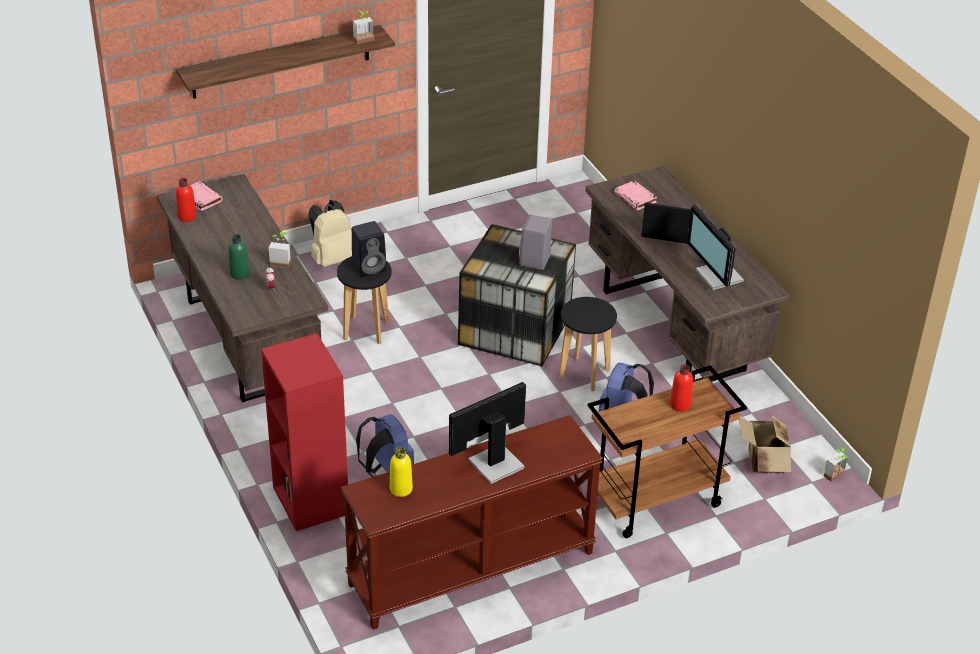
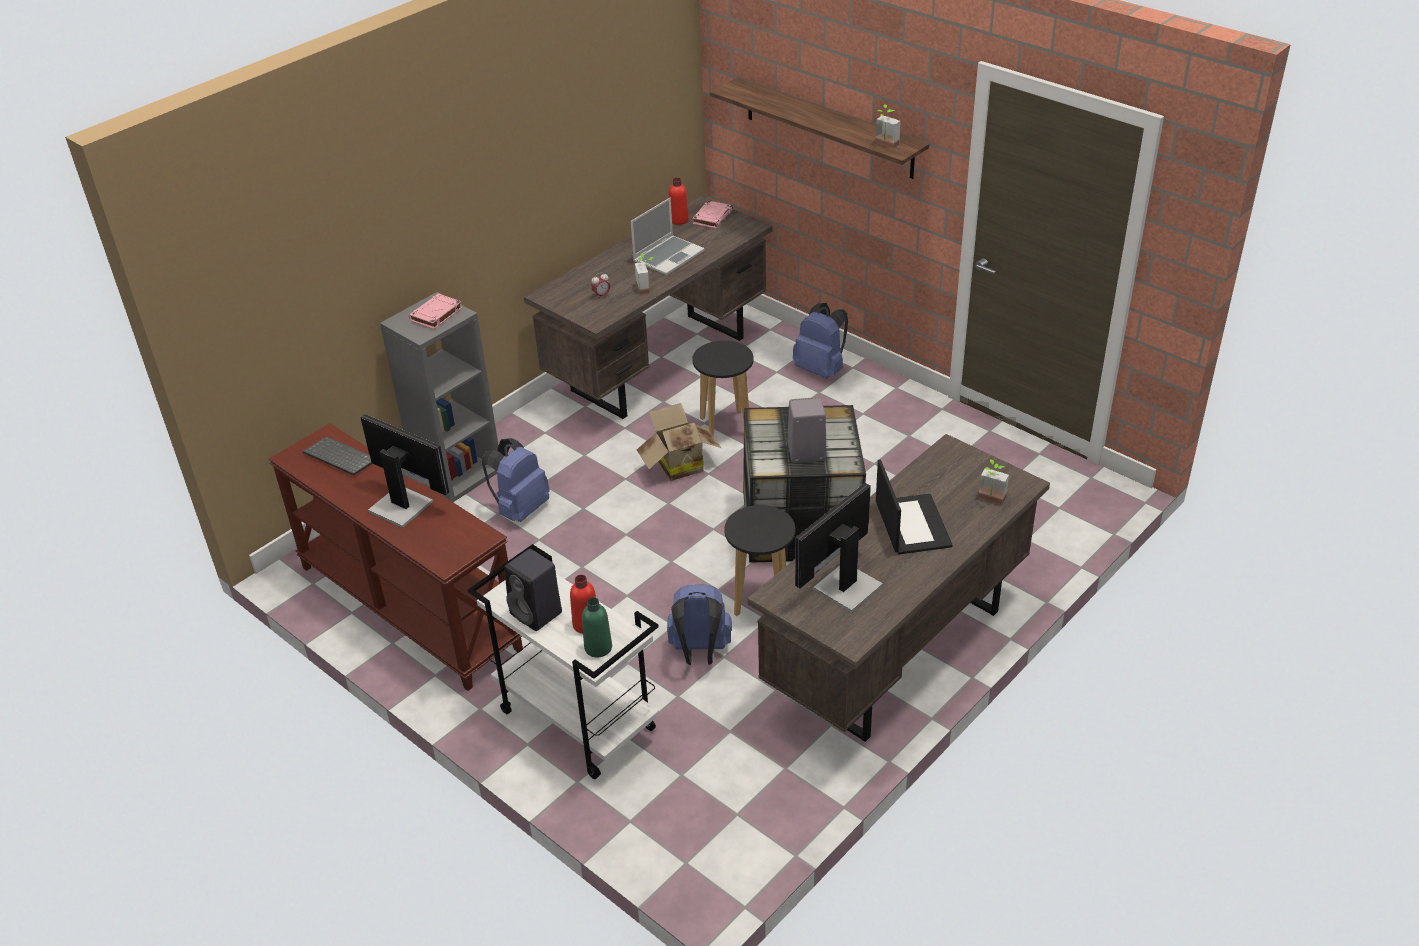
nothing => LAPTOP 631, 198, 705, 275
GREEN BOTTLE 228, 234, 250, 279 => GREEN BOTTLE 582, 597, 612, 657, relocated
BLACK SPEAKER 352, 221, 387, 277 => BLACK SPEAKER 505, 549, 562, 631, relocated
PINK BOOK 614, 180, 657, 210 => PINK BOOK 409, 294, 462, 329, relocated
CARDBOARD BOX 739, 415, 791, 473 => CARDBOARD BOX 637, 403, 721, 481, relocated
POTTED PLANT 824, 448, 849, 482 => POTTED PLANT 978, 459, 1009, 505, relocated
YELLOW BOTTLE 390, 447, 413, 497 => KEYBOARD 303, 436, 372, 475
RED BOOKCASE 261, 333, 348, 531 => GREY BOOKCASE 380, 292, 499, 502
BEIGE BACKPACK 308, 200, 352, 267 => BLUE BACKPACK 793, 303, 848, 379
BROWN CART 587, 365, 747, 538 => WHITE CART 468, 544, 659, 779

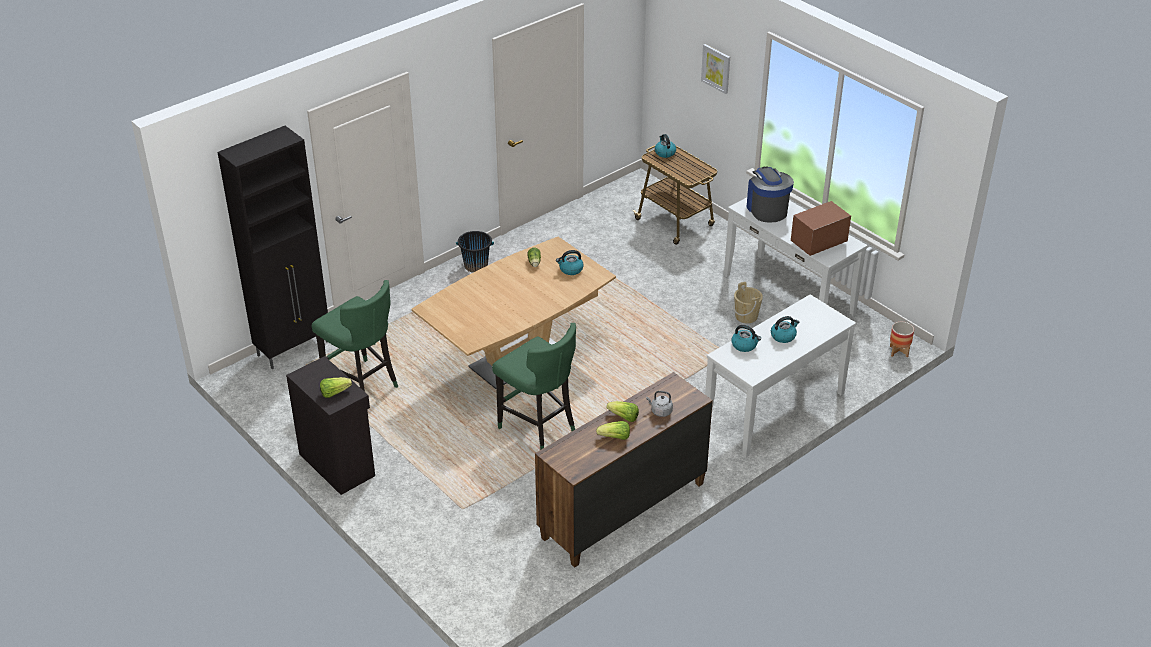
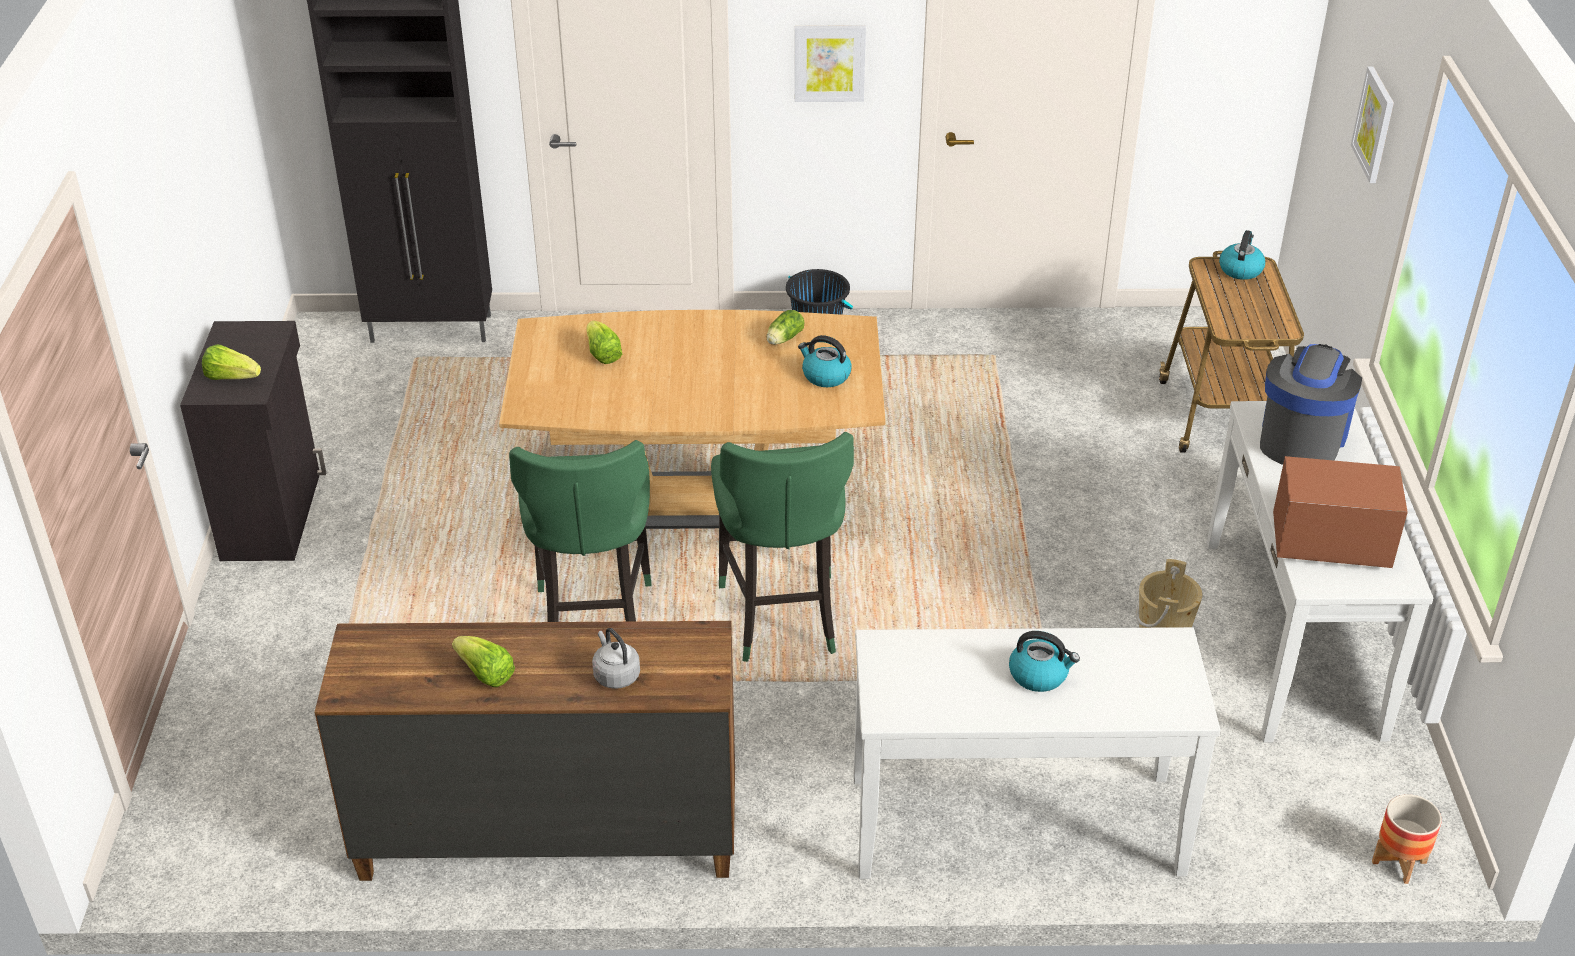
KETTLE 732, 325, 761, 352 => nothing
nothing => PICTURE 795, 25, 866, 102
GREEN STOOL 312, 280, 398, 392 => GREEN STOOL 711, 432, 854, 662, relocated
LETTUCE 606, 401, 639, 422 => LETTUCE 587, 320, 622, 364, relocated

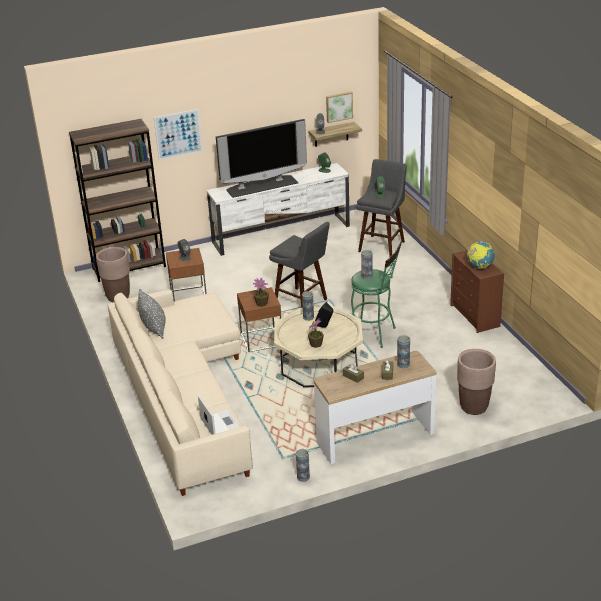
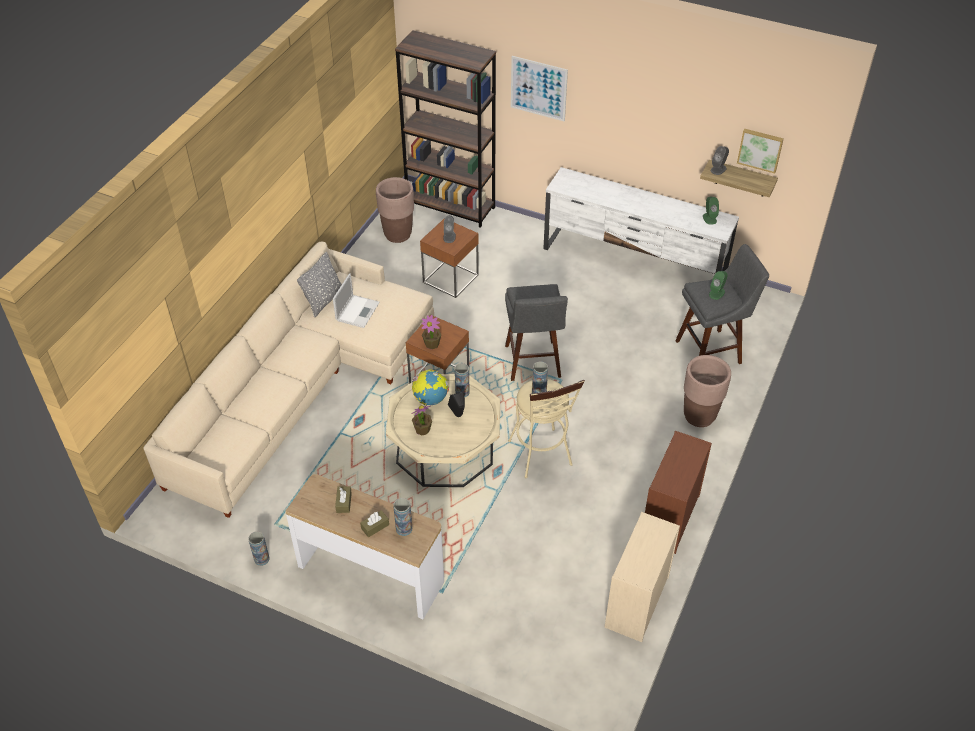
TELEVISION 216, 119, 307, 198 => nothing
nothing => BEIGE DRESSER 605, 512, 680, 642
LAPTOP 198, 395, 240, 435 => LAPTOP 333, 274, 380, 328, relocated
BROWN PLANTER 457, 349, 496, 415 => BROWN PLANTER 684, 355, 731, 427, relocated
GLOBE 467, 241, 495, 269 => GLOBE 412, 369, 449, 405, relocated
GREEN STOOL 351, 241, 402, 348 => BEIGE STOOL 508, 379, 585, 478

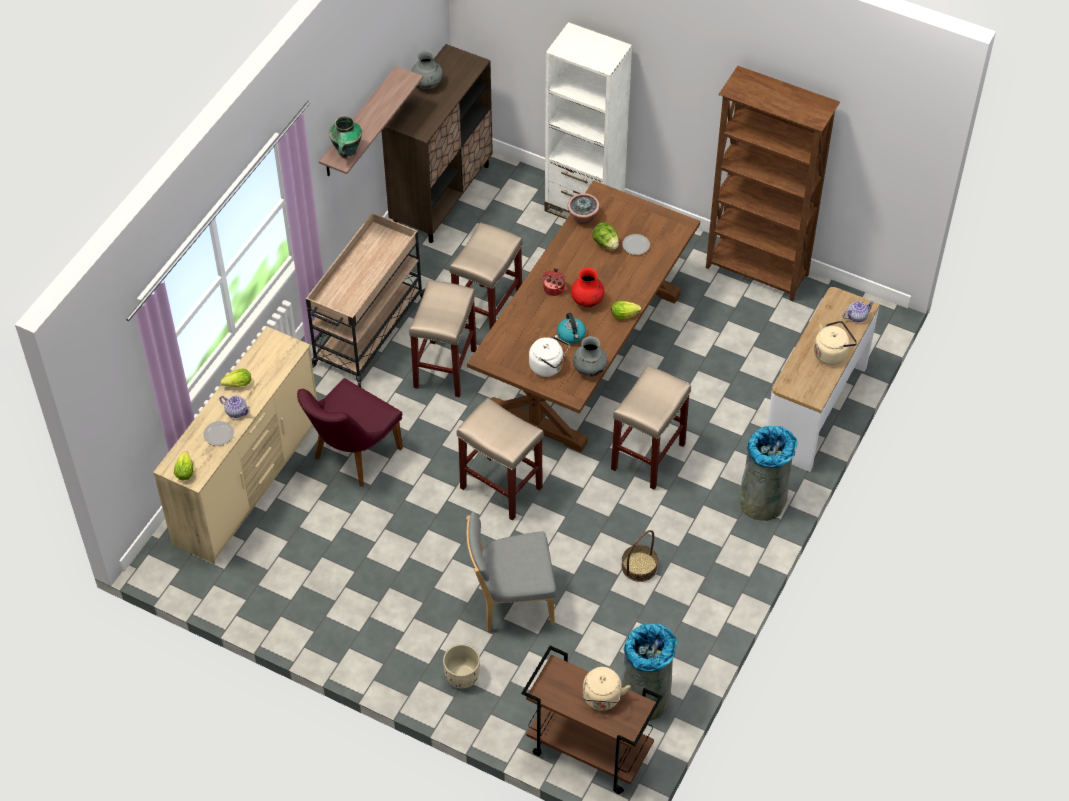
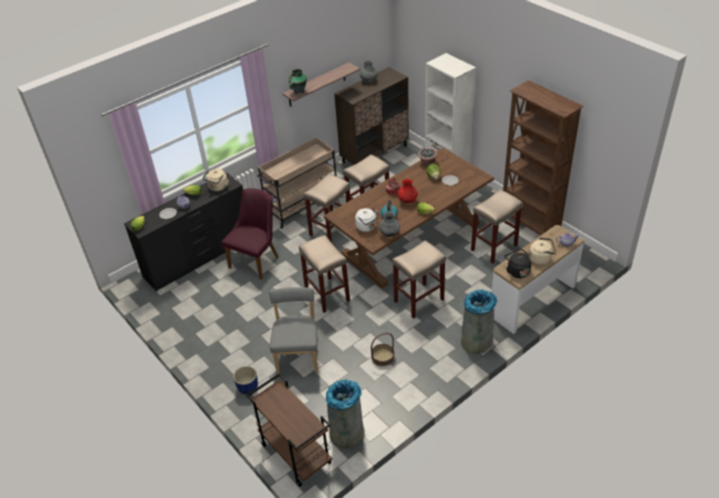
nothing => BEIGE STOOL 471, 190, 523, 264
nothing => BLACK KETTLE 504, 249, 531, 278
BEIGE KETTLE 583, 667, 630, 710 => BEIGE KETTLE 203, 169, 229, 191, relocated
BEIGE DRESSER 153, 327, 317, 564 => BLACK DRESSER 124, 172, 243, 292
BEIGE PLANTER 443, 644, 480, 688 => BLUE PLANTER 233, 366, 258, 394
PURPLE CHAIR 297, 378, 403, 486 => PURPLE CHAIR 221, 188, 279, 280, 150 degrees clockwise
GREY CHAIR 466, 512, 556, 632 => GREY CHAIR 269, 287, 318, 374, 75 degrees clockwise

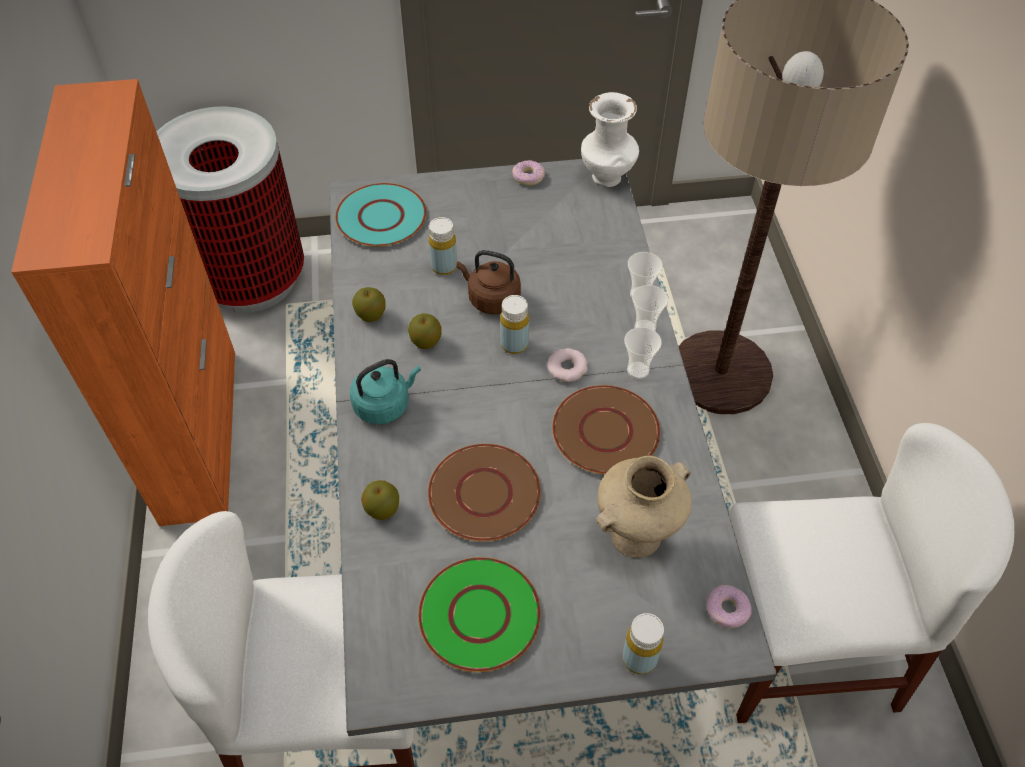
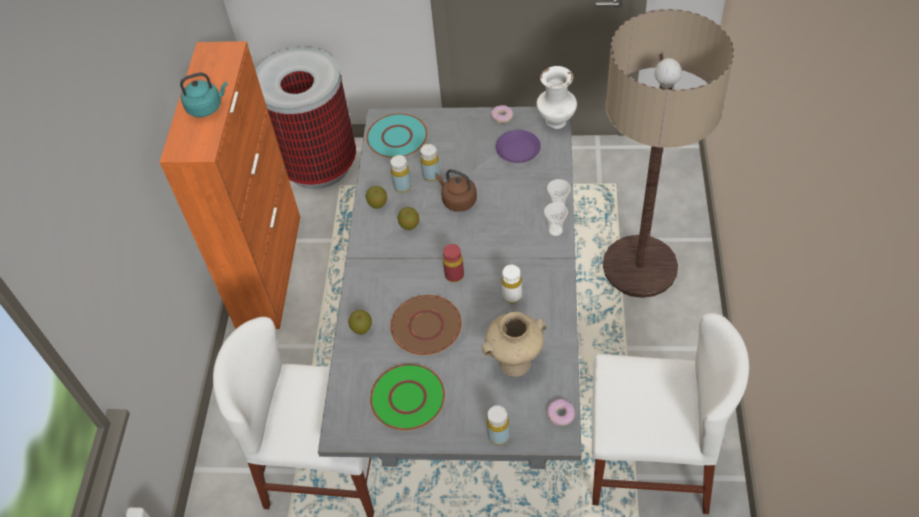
DONUT 547, 348, 588, 382 => nothing
CUP 624, 327, 662, 379 => nothing
nothing => RED BOTTLE 443, 244, 464, 283
nothing => PURPLE PLATE 496, 130, 541, 163
TURQUOISE KETTLE 350, 359, 421, 425 => TURQUOISE KETTLE 180, 72, 228, 117, relocated
YELLOW BOTTLE 500, 295, 529, 354 => YELLOW BOTTLE 390, 155, 411, 193, relocated
BROWN PLATE 552, 385, 660, 474 => WHITE BOTTLE 501, 265, 522, 304

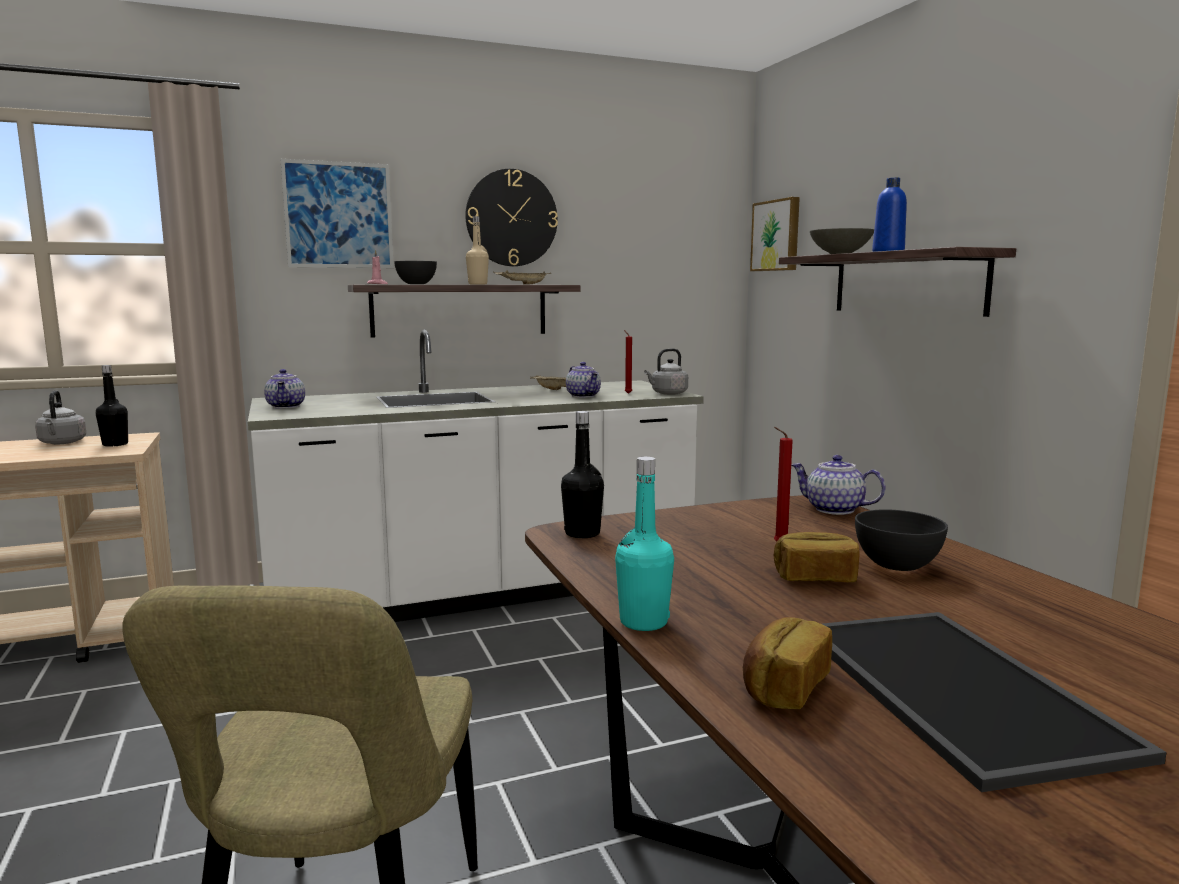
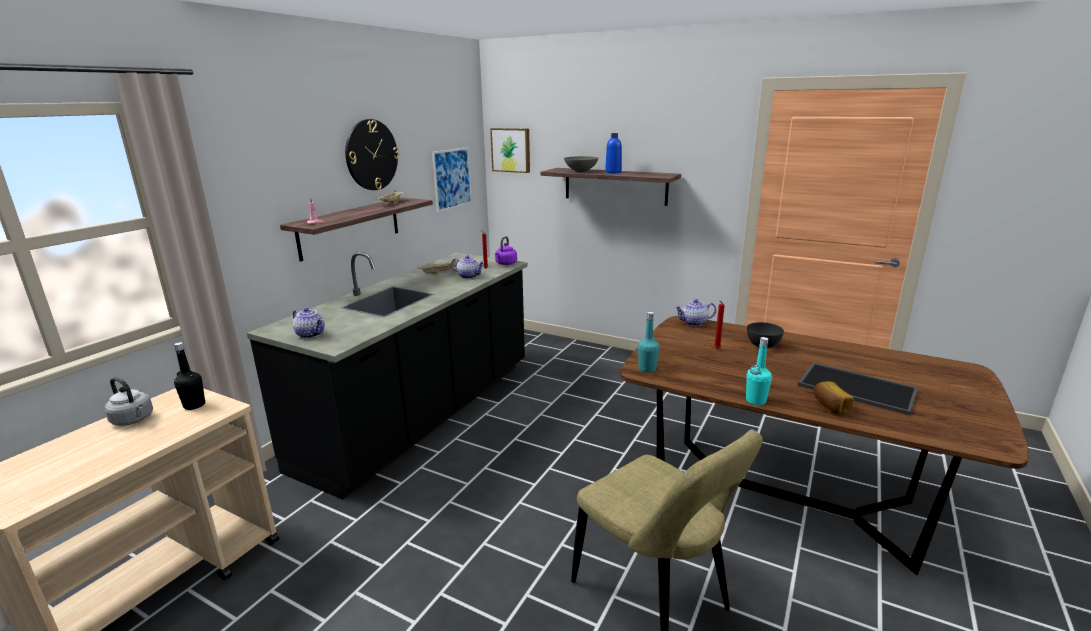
GREY BOWL 394, 261, 437, 284 => nothing
BEIGE BOTTLE 466, 216, 489, 284 => nothing
BREAD 774, 532, 859, 582 => nothing
PICTURE 281, 159, 394, 268 => PICTURE 432, 147, 472, 212, relocated
WHITE COUNTER 248, 330, 704, 622 => BLACK COUNTER 247, 252, 527, 500
BLACK BOTTLE 561, 411, 604, 538 => TURQUOISE BOTTLE 638, 311, 659, 373
GREY KETTLE 644, 348, 688, 395 => PURPLE KETTLE 495, 236, 517, 265

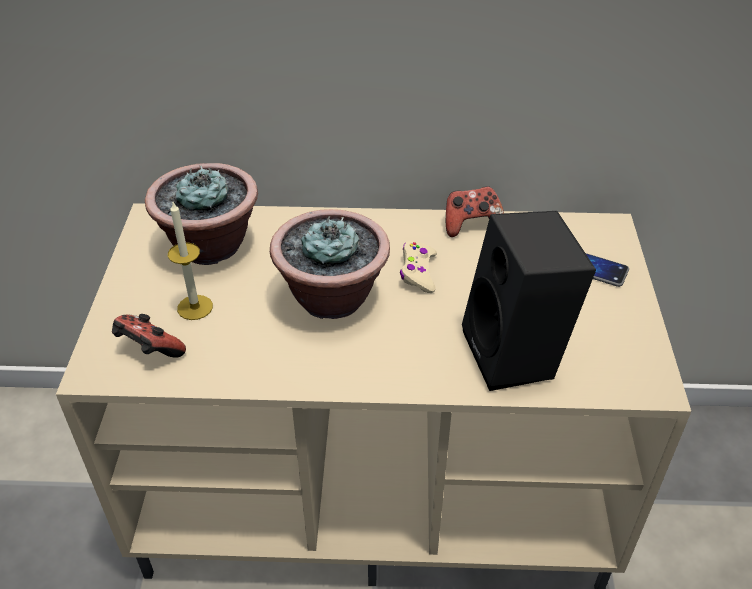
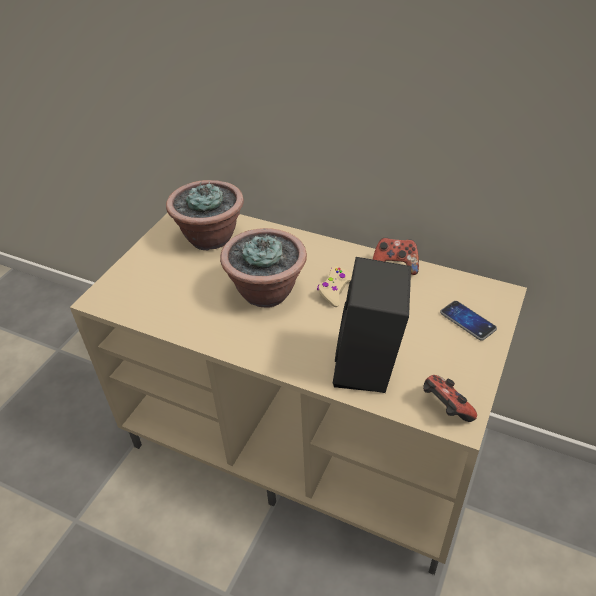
CANDLE 168, 202, 213, 320 => nothing
GAME CONTROLLER 112, 314, 186, 358 => GAME CONTROLLER 423, 375, 477, 422, relocated

